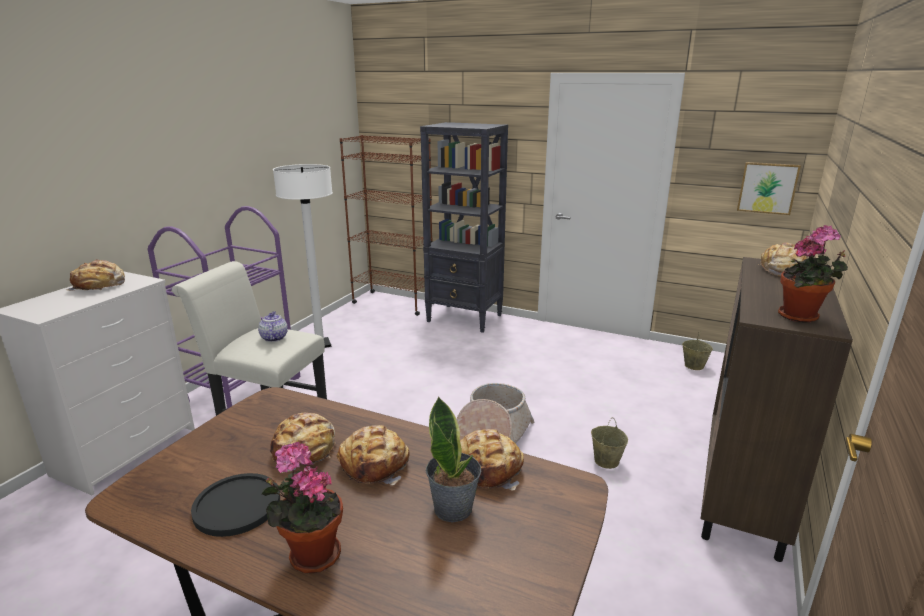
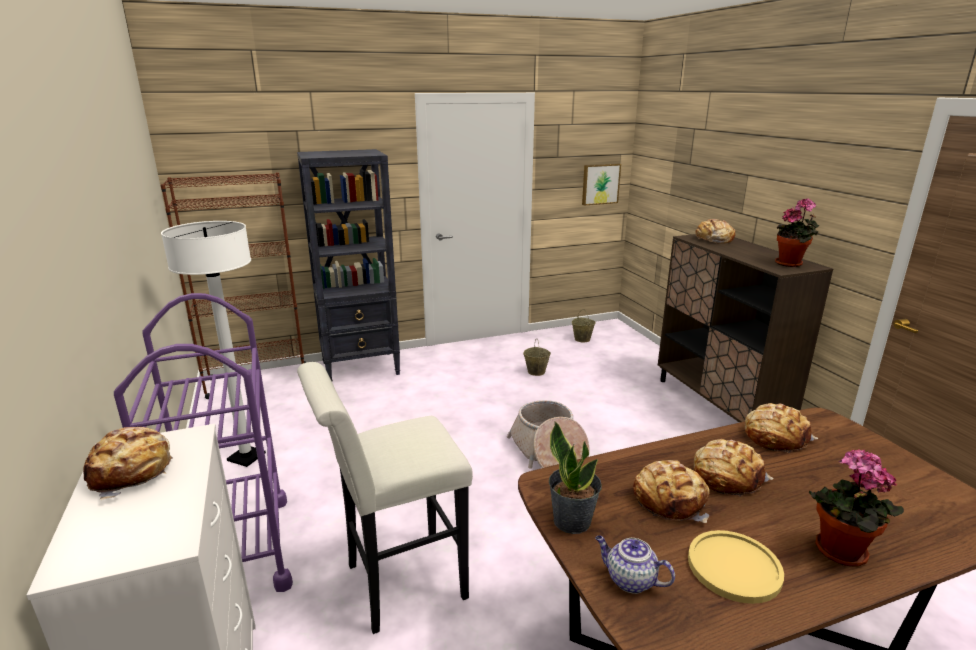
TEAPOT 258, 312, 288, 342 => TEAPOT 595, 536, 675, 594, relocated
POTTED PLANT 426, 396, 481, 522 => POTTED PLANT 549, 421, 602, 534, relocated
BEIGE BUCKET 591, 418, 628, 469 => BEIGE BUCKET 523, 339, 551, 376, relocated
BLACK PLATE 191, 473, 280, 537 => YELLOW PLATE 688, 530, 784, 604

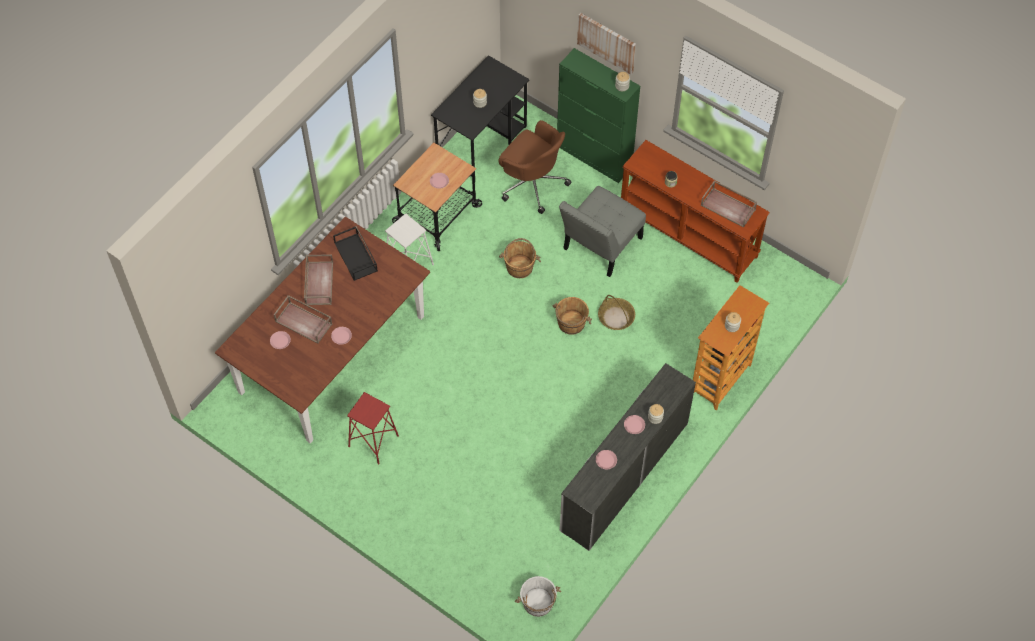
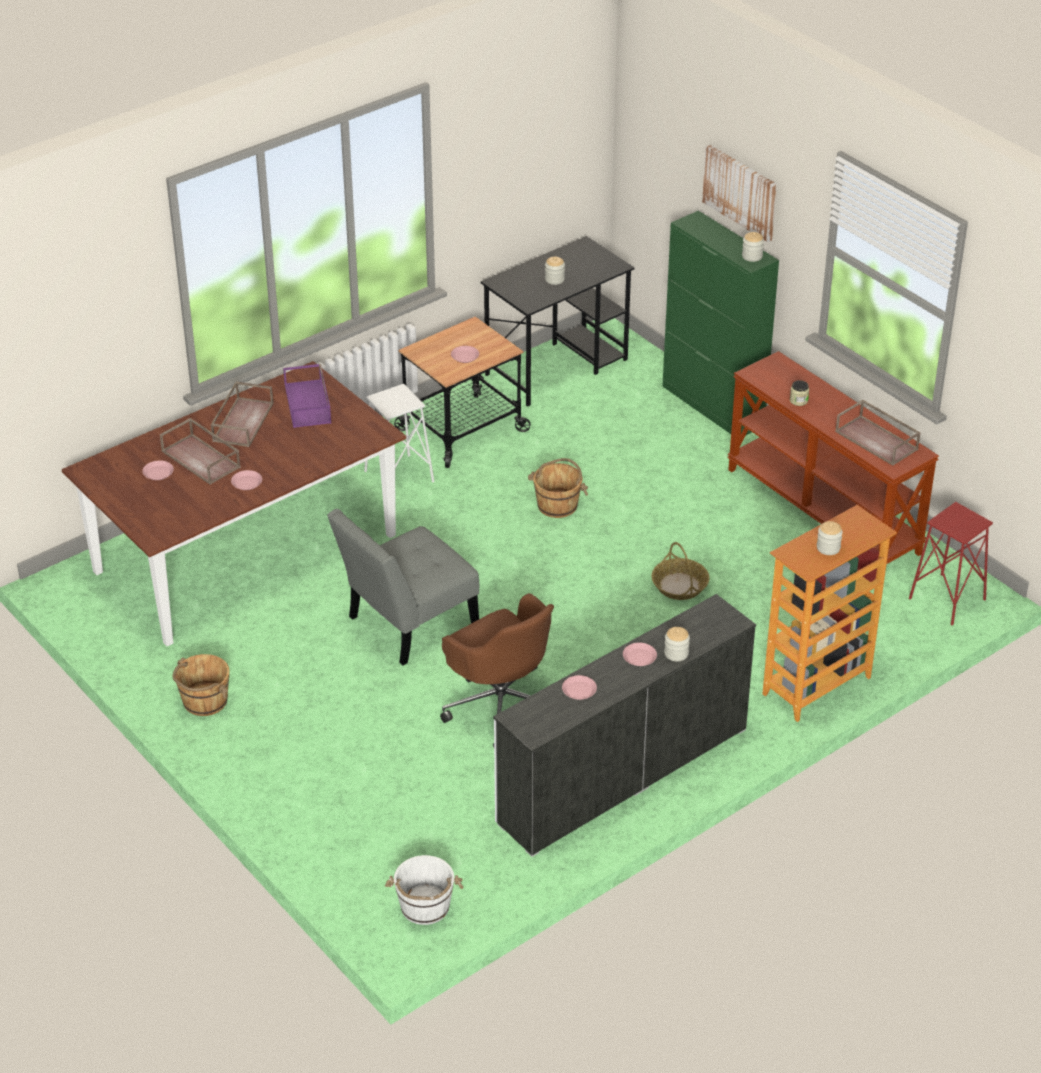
RED STOOL 347, 392, 399, 464 => RED STOOL 909, 502, 993, 625, relocated
BROWN OFFICE CHAIR 498, 120, 572, 214 => BROWN OFFICE CHAIR 440, 593, 554, 747, relocated
BROWN BUCKET 553, 297, 592, 335 => BROWN BUCKET 173, 654, 230, 716, relocated
GREY CHAIR 559, 186, 646, 277 => GREY CHAIR 327, 509, 479, 665, relocated
BLACK TRAY 333, 226, 378, 281 => PURPLE TRAY 283, 364, 331, 428

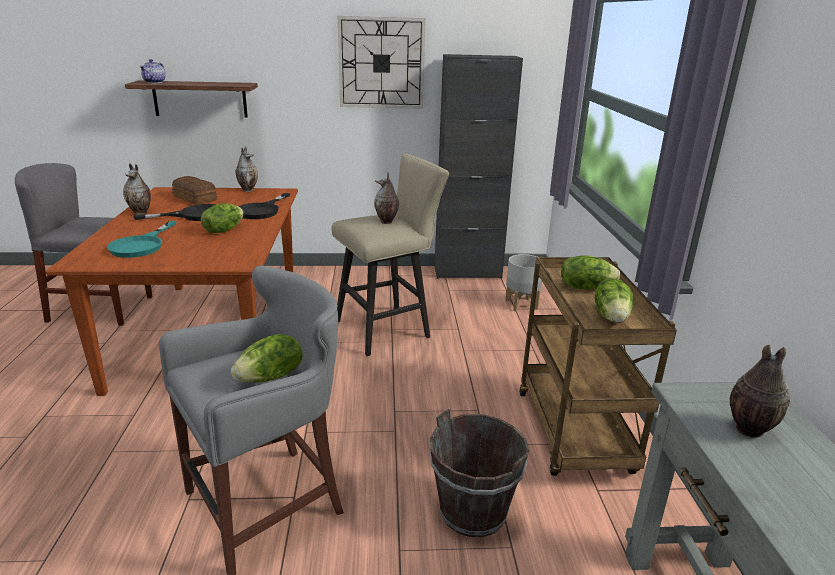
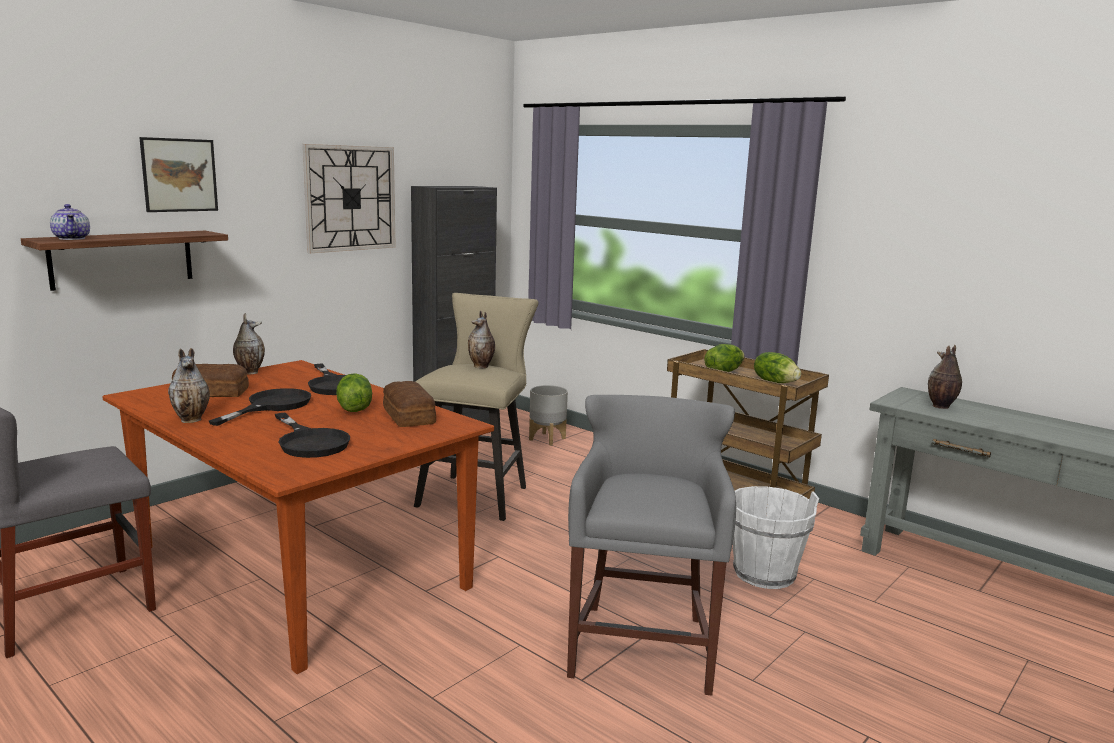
LETTUCE 231, 334, 302, 383 => nothing
nothing => PICTURE 139, 137, 218, 212
nothing => BREAD 383, 381, 436, 427
TURQUOISE FRYING PAN 107, 221, 177, 258 => BLACK FRYING PAN 275, 412, 350, 458
BROWN BUCKET 430, 409, 529, 537 => WHITE BUCKET 733, 486, 819, 589

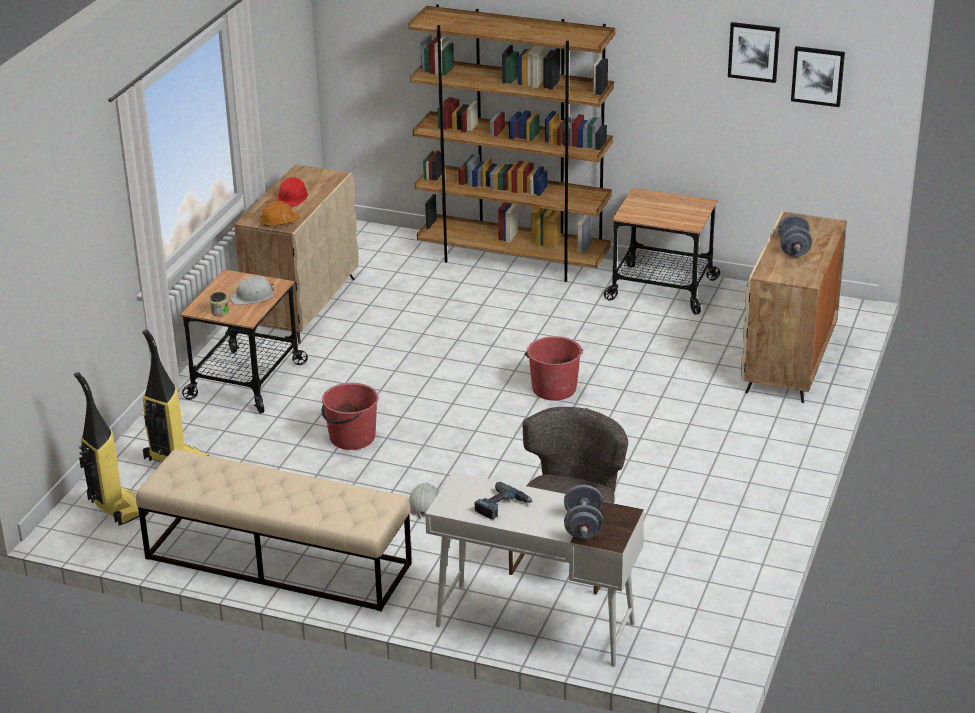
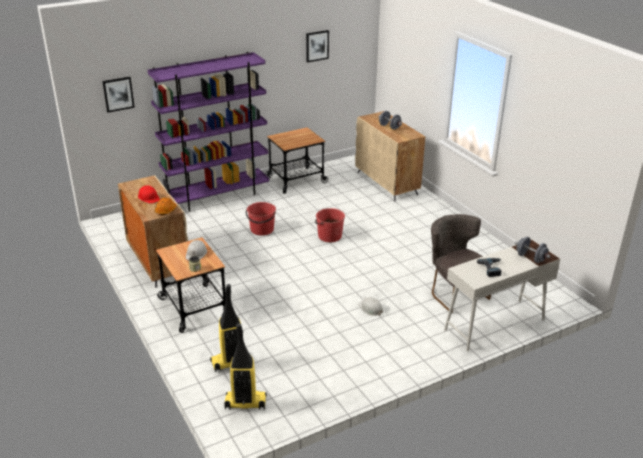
BEIGE BENCH 136, 449, 412, 611 => nothing
RED BUCKET 322, 383, 378, 450 => RED BUCKET 246, 202, 276, 236, relocated
PICTURE 791, 46, 845, 107 => PICTURE 102, 77, 135, 113, relocated
BROWN BOOKCASE 408, 4, 615, 282 => PURPLE BOOKCASE 148, 52, 269, 212

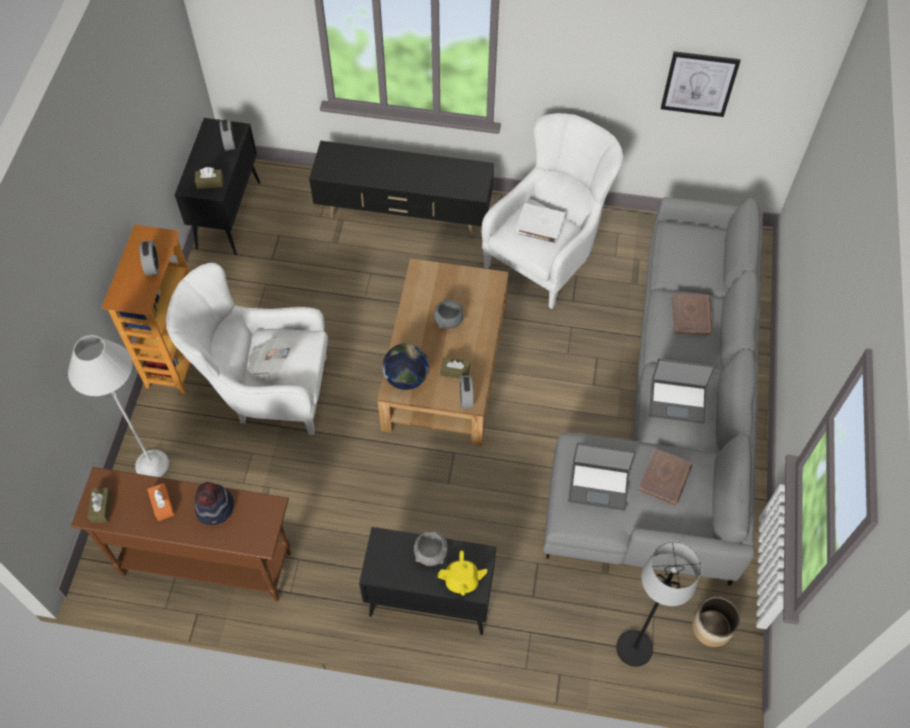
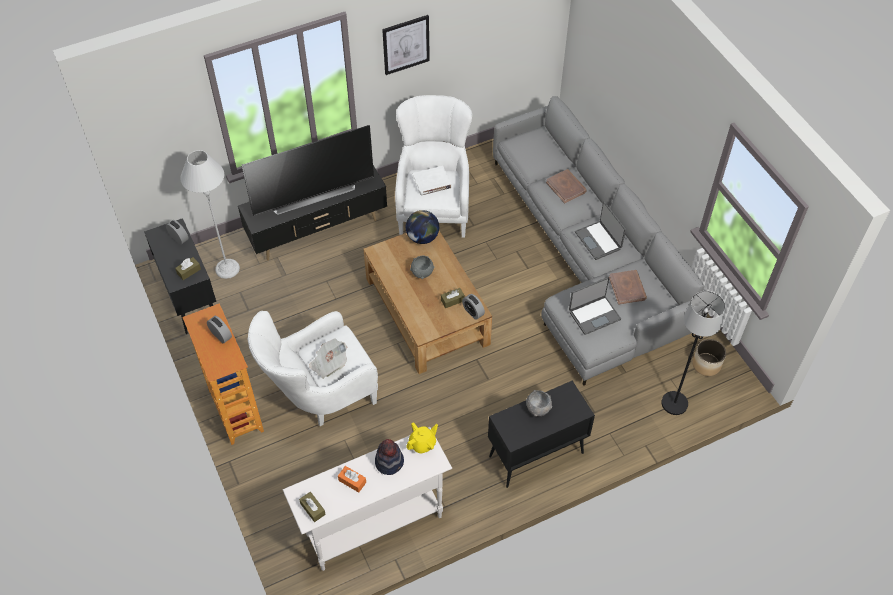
nothing => TELEVISION 242, 125, 374, 216
GREY FLOOR LAMP 68, 335, 169, 477 => GREY FLOOR LAMP 180, 150, 240, 279, relocated
GLOBE 383, 343, 429, 390 => GLOBE 406, 210, 439, 244, relocated
YELLOW TEAPOT 438, 550, 487, 595 => YELLOW TEAPOT 406, 423, 438, 454, relocated
PICTURE 661, 51, 740, 117 => PICTURE 382, 15, 430, 75, relocated
BROWN CONSOLE TABLE 71, 467, 291, 601 => WHITE CONSOLE TABLE 283, 427, 452, 571
LAPTOP 649, 358, 715, 424 => LAPTOP 575, 202, 626, 260, 90 degrees clockwise

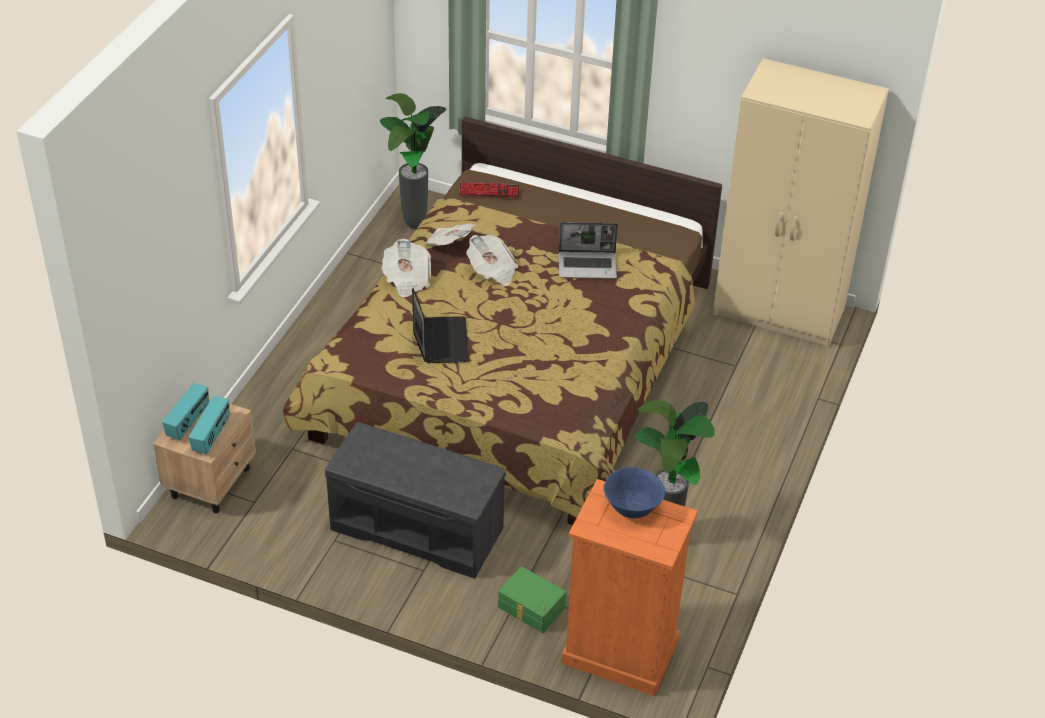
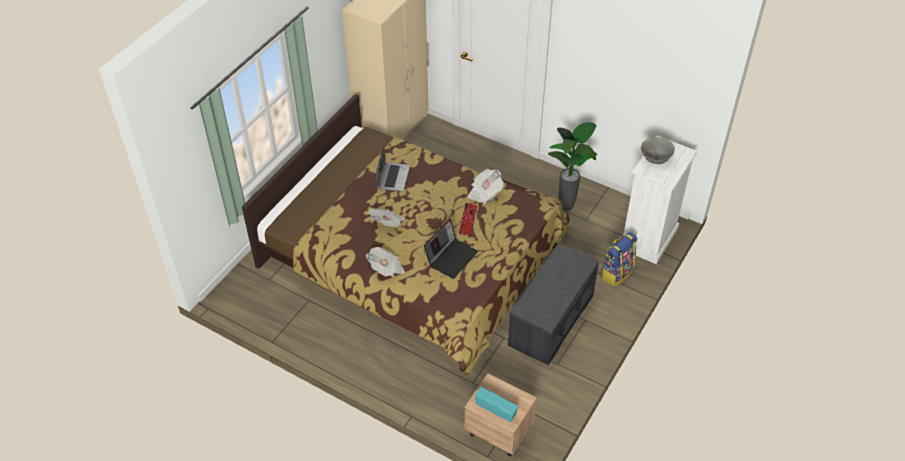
RADIO 189, 396, 230, 455 => nothing
POTTED PLANT 380, 93, 447, 229 => nothing
NEWSPAPER 423, 223, 475, 246 => NEWSPAPER 468, 169, 504, 204, relocated
KEYBOARD 459, 182, 519, 197 => KEYBOARD 458, 203, 477, 236, relocated
GREEN STORAGE BOX 498, 566, 566, 633 => BACKPACK 601, 232, 637, 287
ORANGE DRESSER 562, 479, 698, 696 => WHITE DRESSER 623, 136, 697, 264
BLUE BOWL 604, 467, 665, 518 => GREY BOWL 641, 137, 675, 164
LAPTOP 412, 288, 468, 363 => LAPTOP 424, 219, 478, 279, 120 degrees clockwise

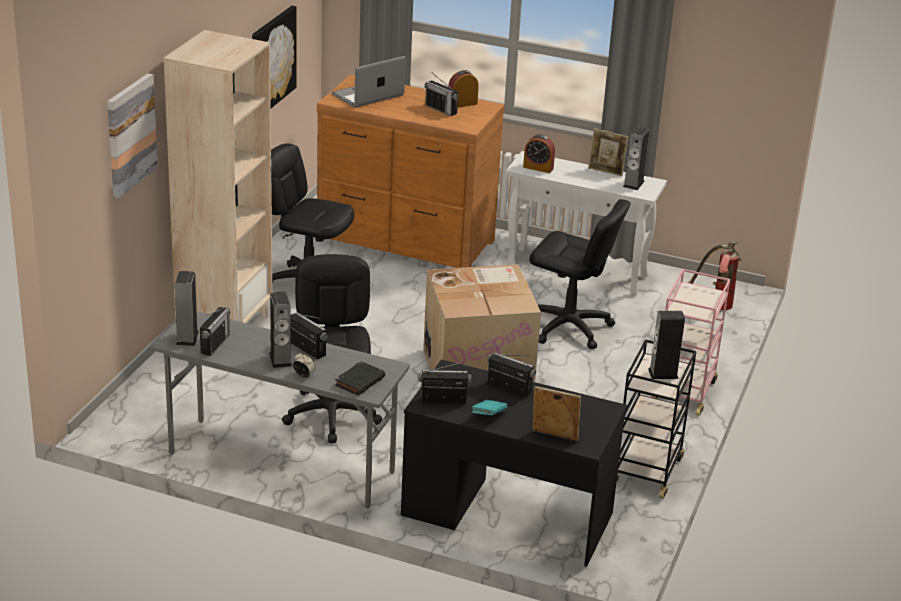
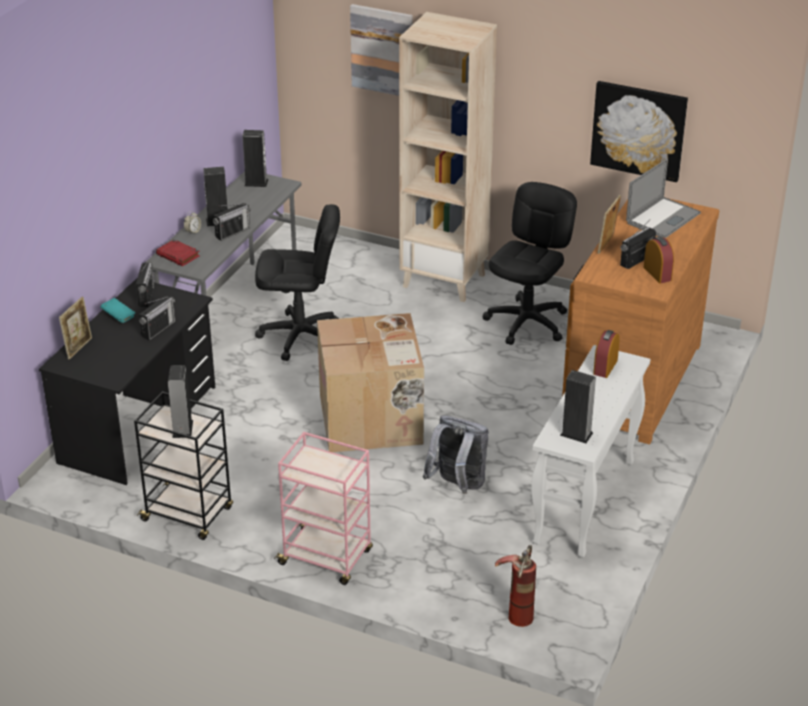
RADIO 200, 307, 230, 356 => nothing
PICTURE FRAME 588, 128, 629, 176 => PICTURE FRAME 598, 195, 621, 254, relocated
BLACK OFFICE CHAIR 529, 199, 631, 349 => GREY BACKPACK 423, 416, 489, 494
BLACK BOOK 335, 361, 385, 395 => RED BOOK 156, 239, 200, 266
LAPTOP 332, 56, 406, 108 => LAPTOP 626, 158, 701, 238, 75 degrees clockwise

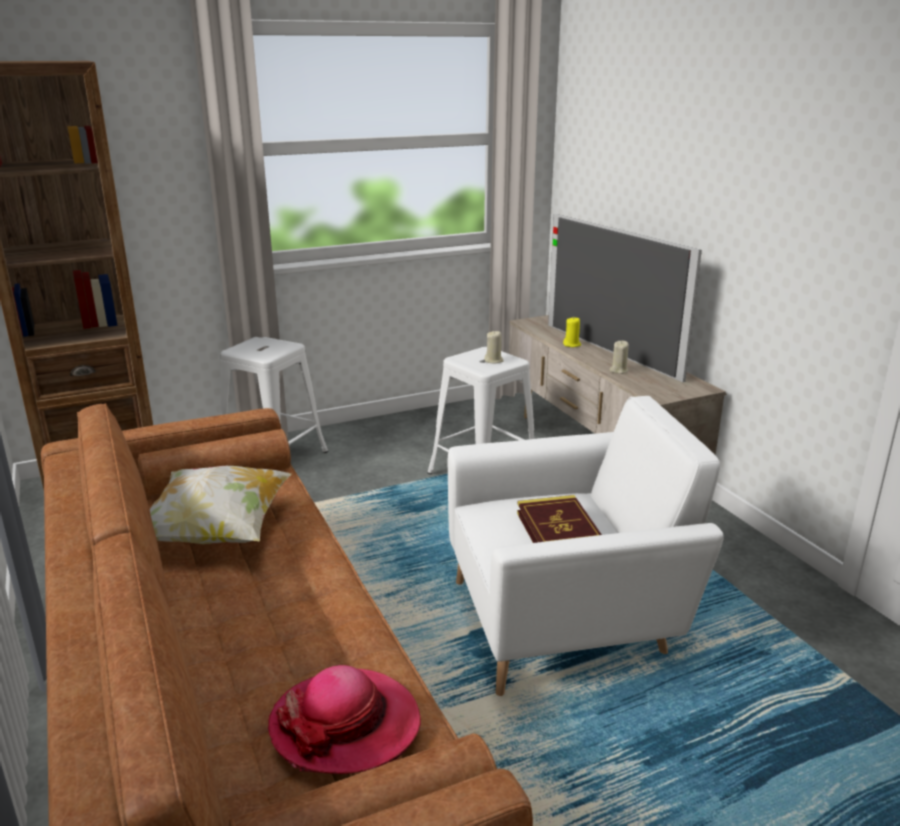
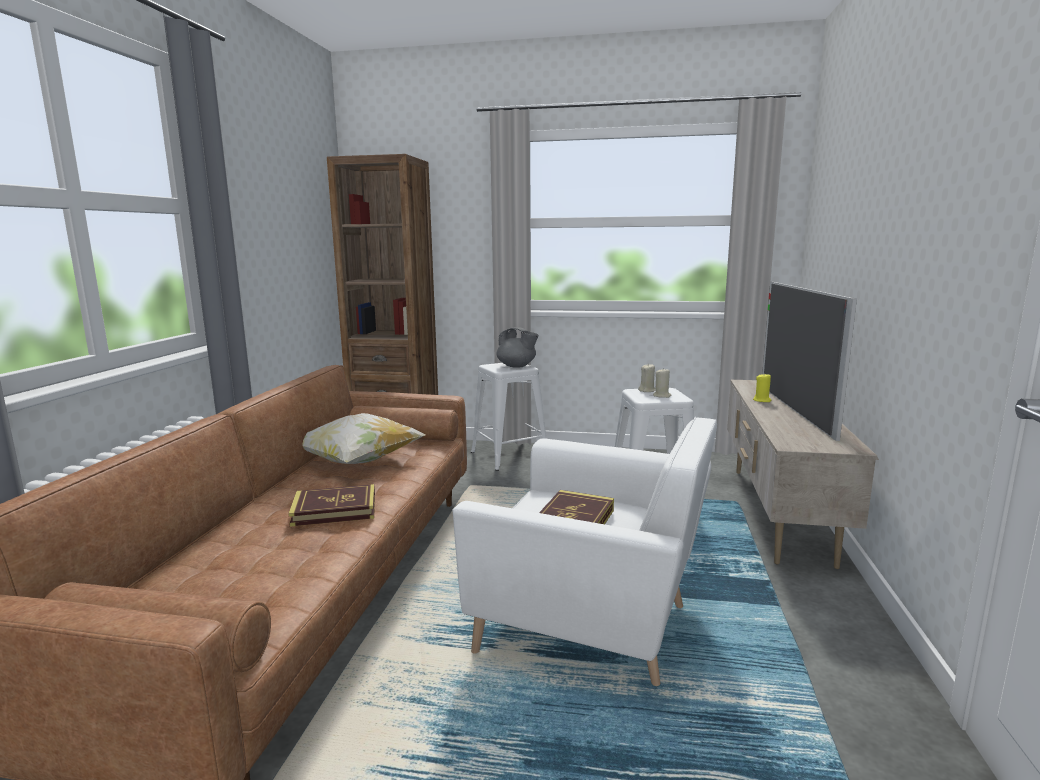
HAT 268, 665, 421, 774 => nothing
nothing => BOOK 288, 484, 375, 527
nothing => GREY TEAPOT 496, 327, 539, 368
BEIGE CANDLE 610, 340, 629, 374 => BEIGE CANDLE 638, 363, 655, 392, relocated

